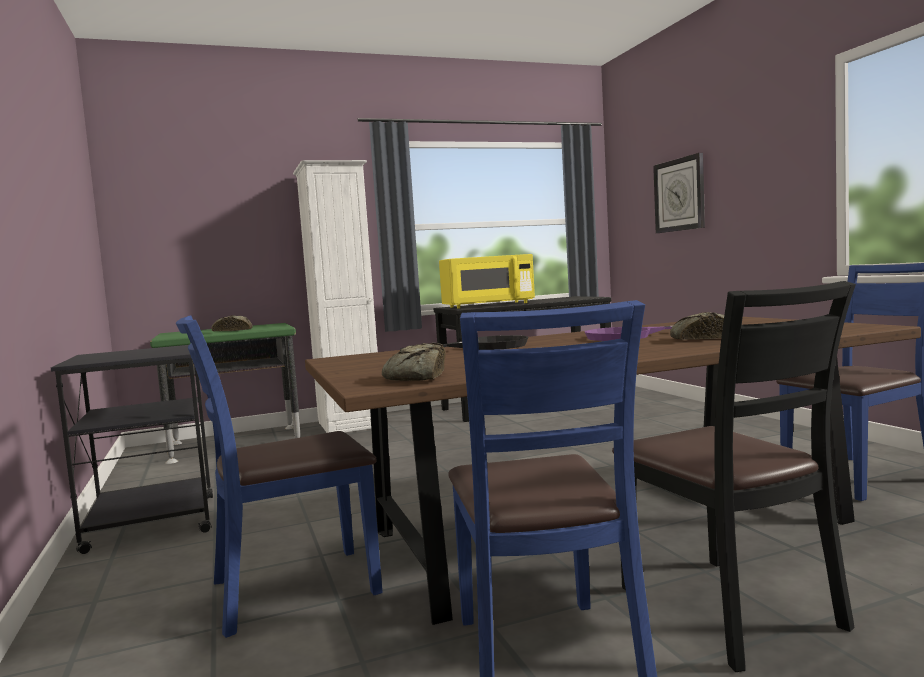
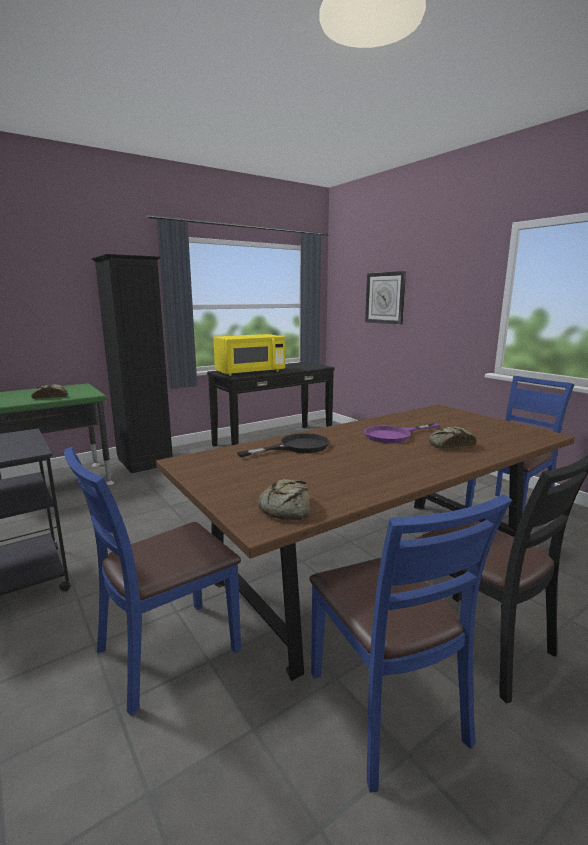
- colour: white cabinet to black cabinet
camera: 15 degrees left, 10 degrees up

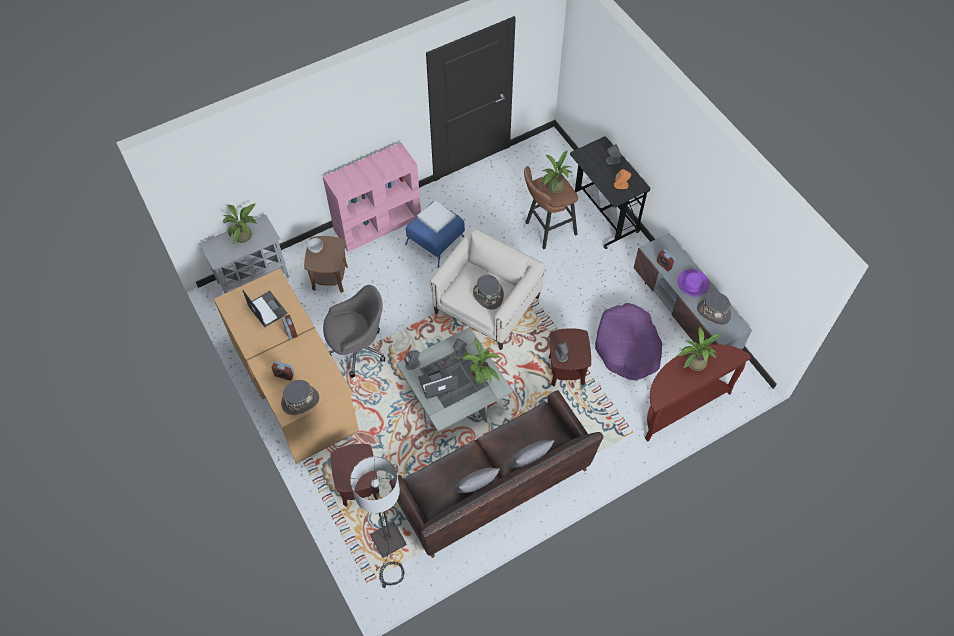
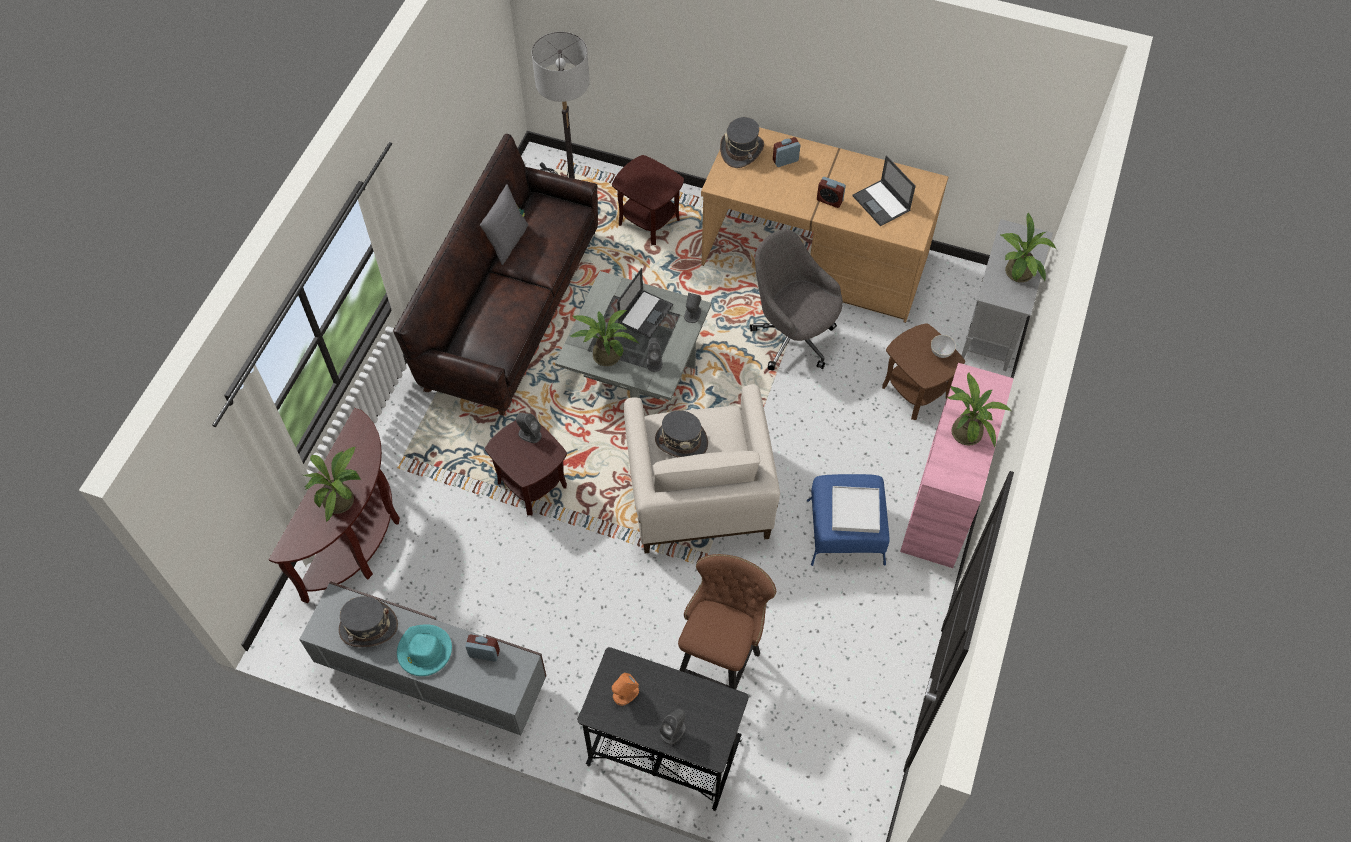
- spun: laptop (no. 1 from left in the first image) 45 degrees clockwise
- spun: grey office chair 105 degrees clockwise
- missing: grey pillow (no. 2 from left)
- relocated: potted plant (no. 3 from left)
- missing: purple dog bed
- colour: purple hat to turquoise hat
camera: 140 degrees right, 0 degrees up

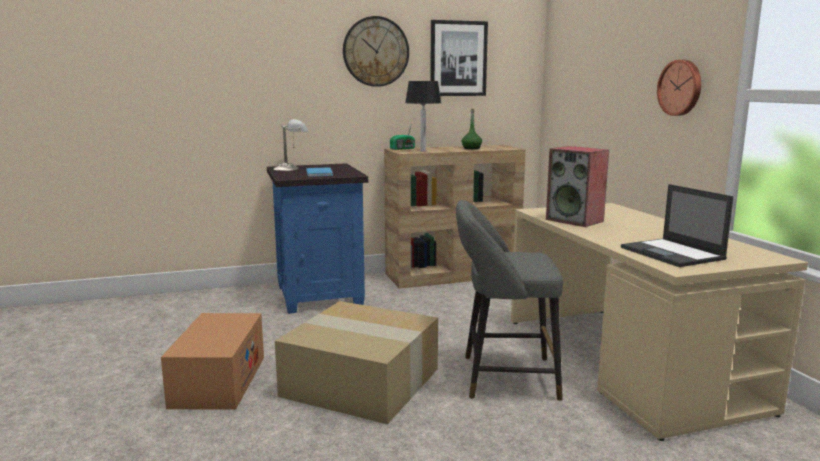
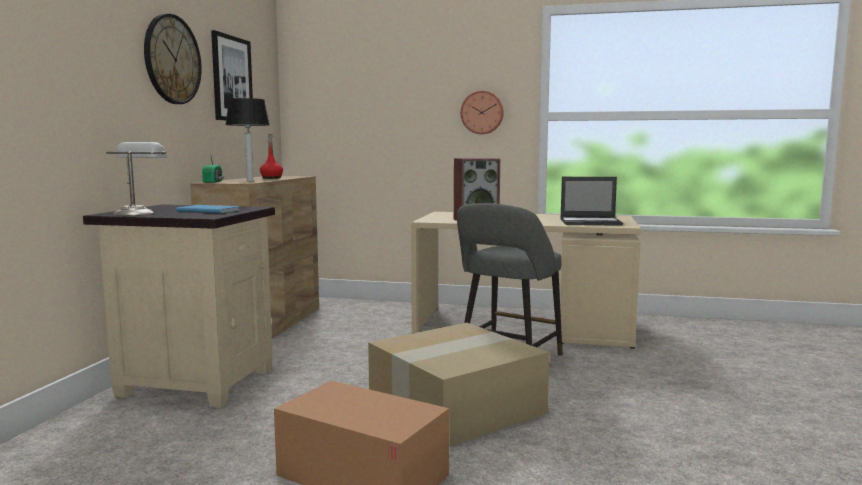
- colour: blue cabinet to beige cabinet
- colour: green bottle to red bottle
camera: 60 degrees left, 5 degrees down

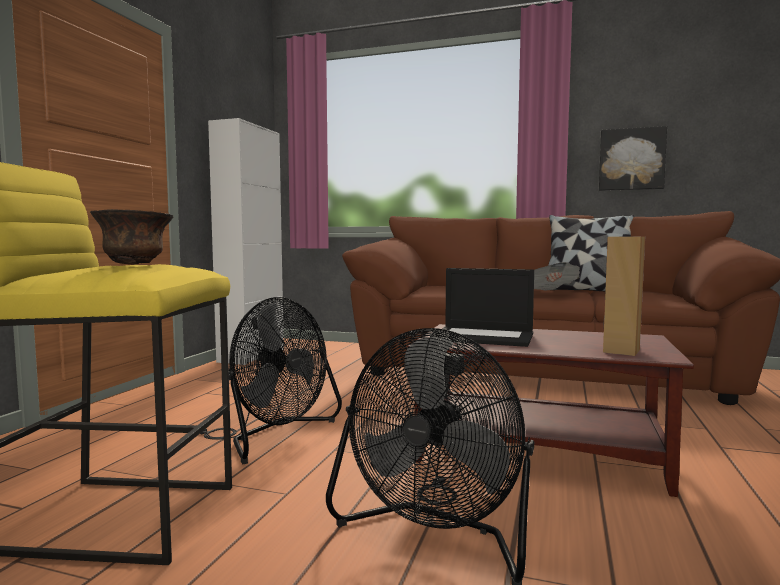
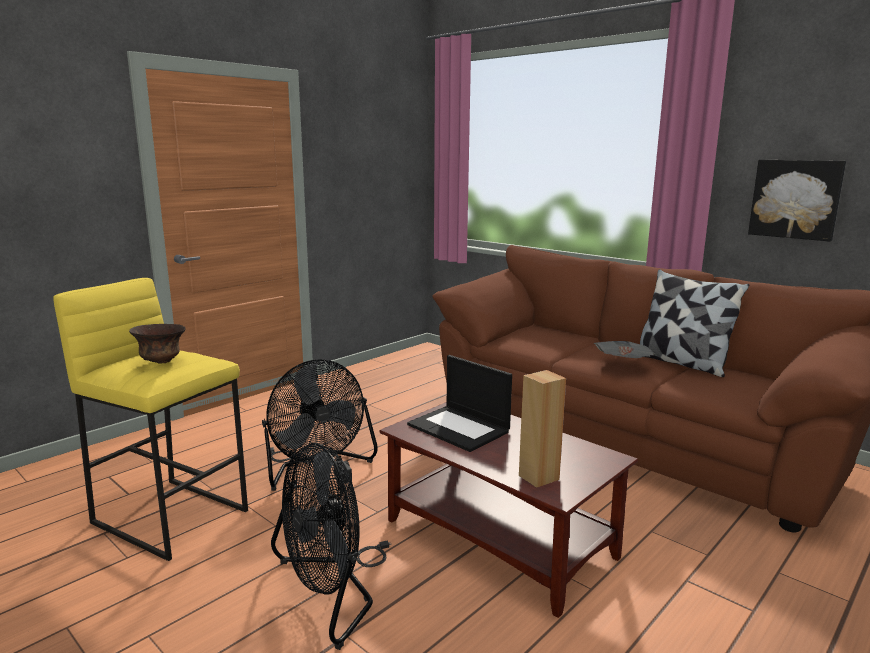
- missing: white cabinet
camera: 25 degrees right, 10 degrees up

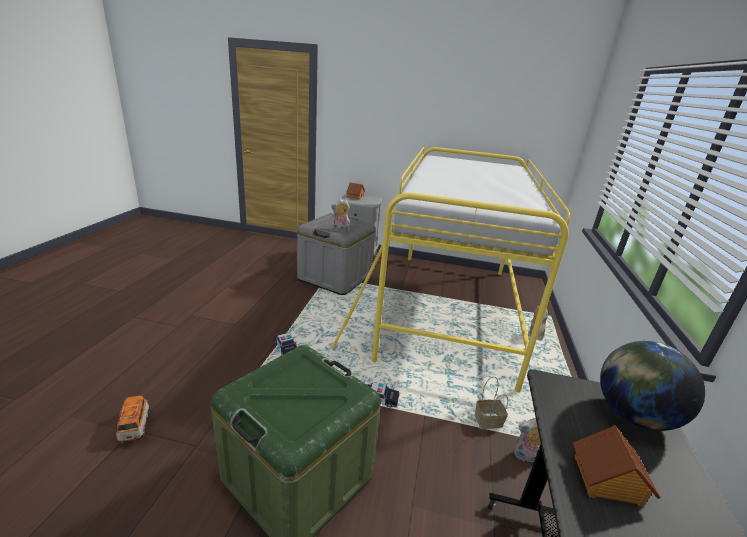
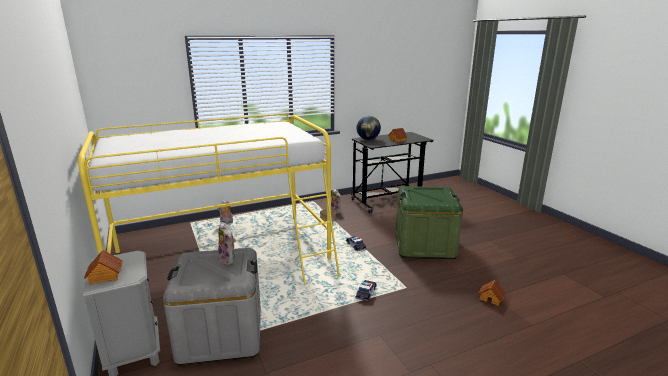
- exchanged: toy car (no. 1 from left) to toy house (no. 3 from left)
camera: 125 degrees left, 5 degrees down

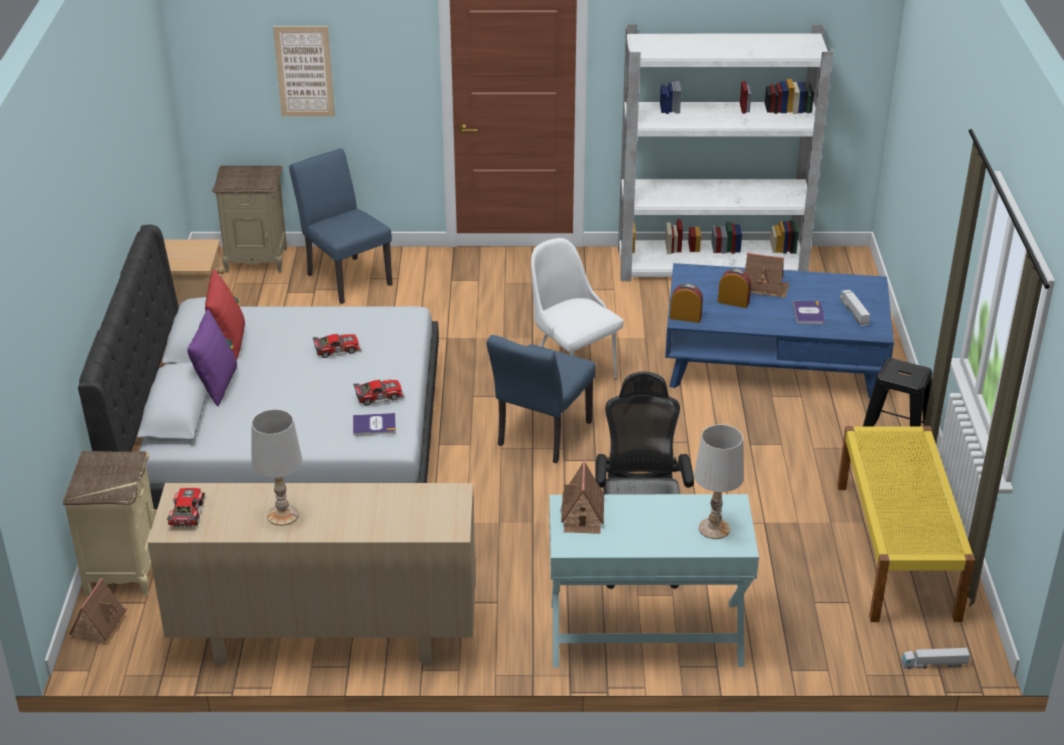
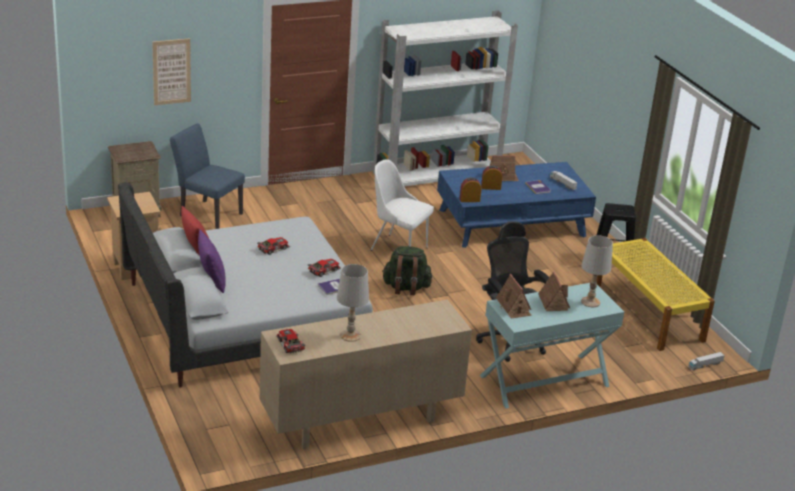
- missing: beige nightstand (no. 1 from left)
- relocated: toy house (no. 1 from left in the first image) to toy house (no. 3 from left)
- exchanged: blue chair (no. 2 from left) to green backpack
camera: 25 degrees left, 5 degrees down

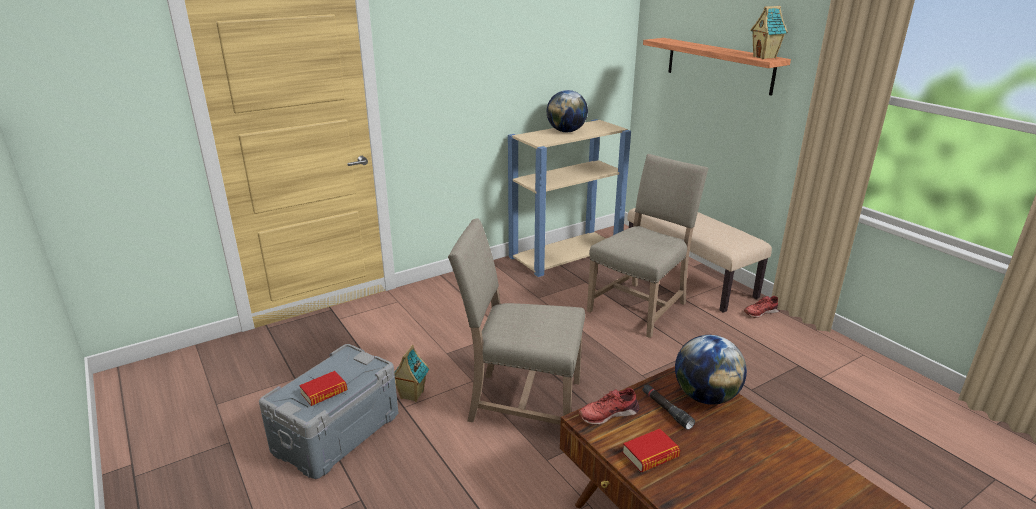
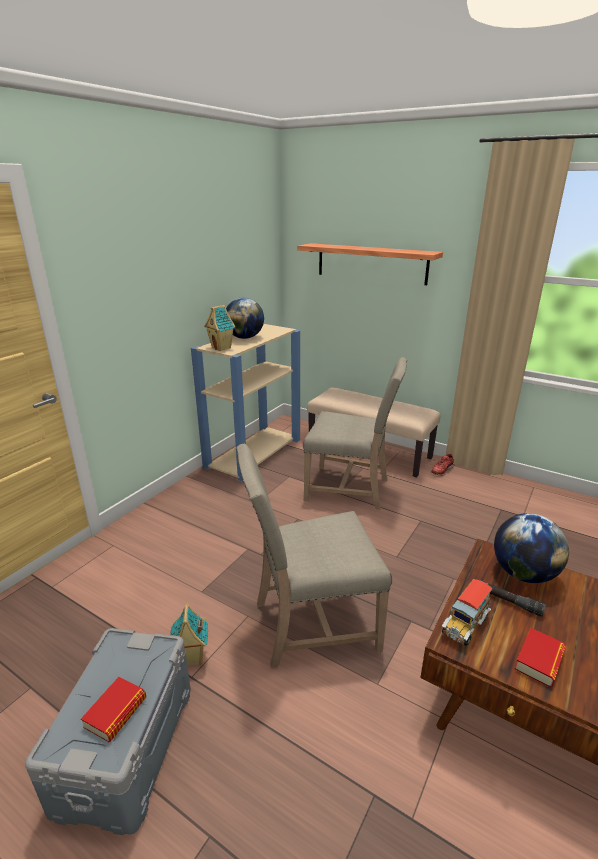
- exchanged: red shoe (no. 1 from left) to toy truck
- spun: beige chair (no. 2 from left) 90 degrees clockwise
- relocated: toy house (no. 2 from left)
camera: 25 degrees left, 0 degrees up

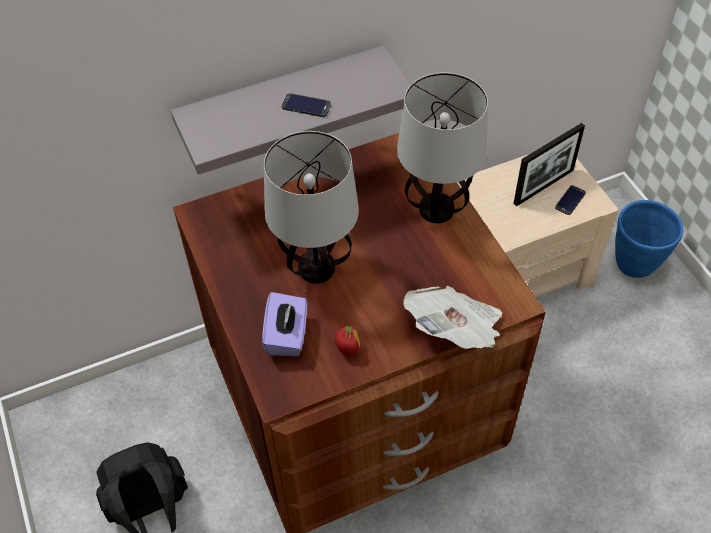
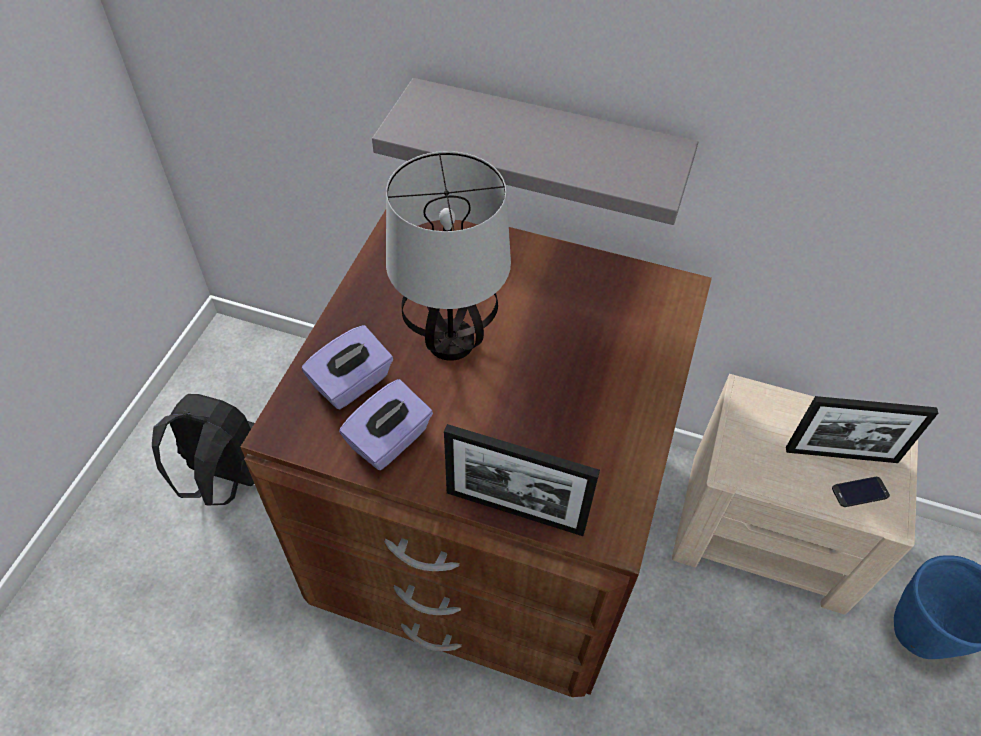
- missing: phone (no. 1 from left)
- exchanged: apple to purple tissue box (no. 2 from left)
- missing: table lamp (no. 2 from left)
- exchanged: newspaper to picture frame (no. 1 from left)
camera: 40 degrees right, 0 degrees up

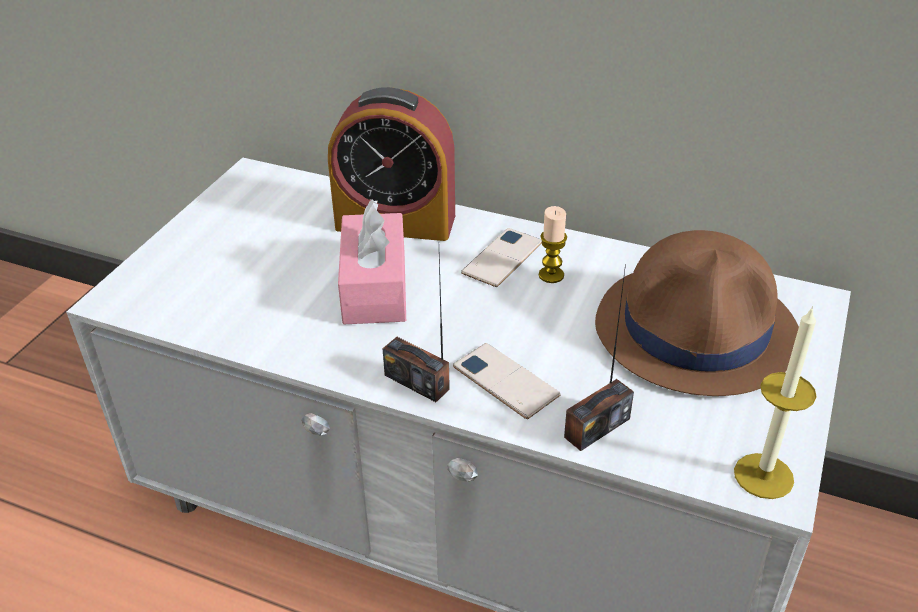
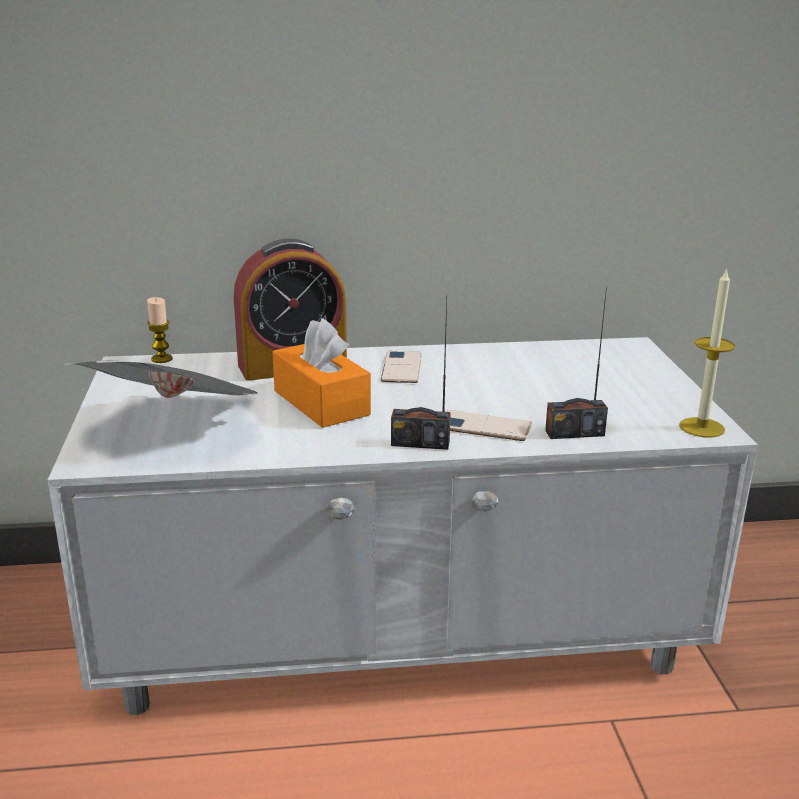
- colour: pink tissue box to orange tissue box
- relocated: candle (no. 1 from left)
- spun: radio (no. 2 from left) 60 degrees clockwise
- missing: brown hat
- appeared: newspaper
camera: 30 degrees left, 15 degrees down

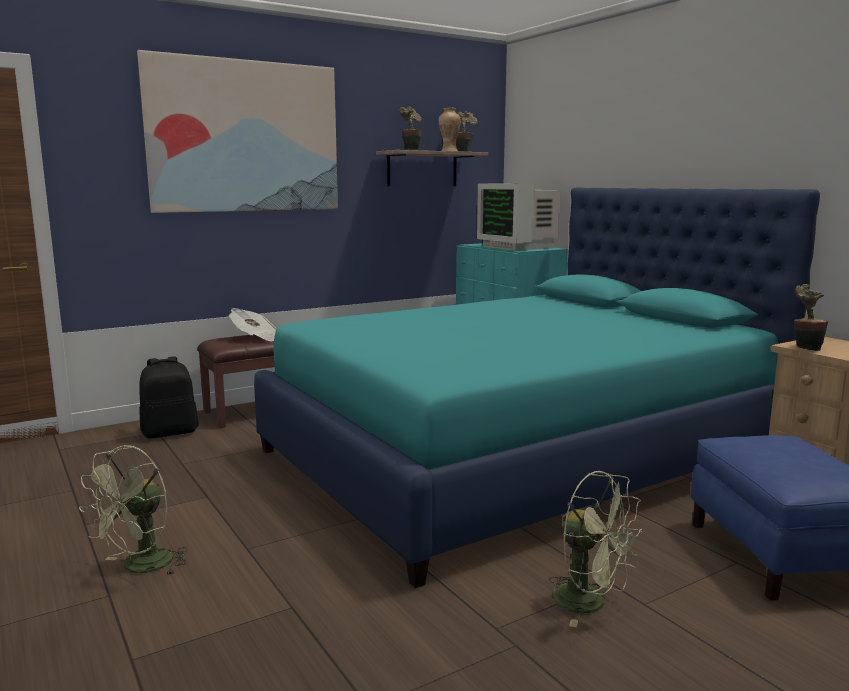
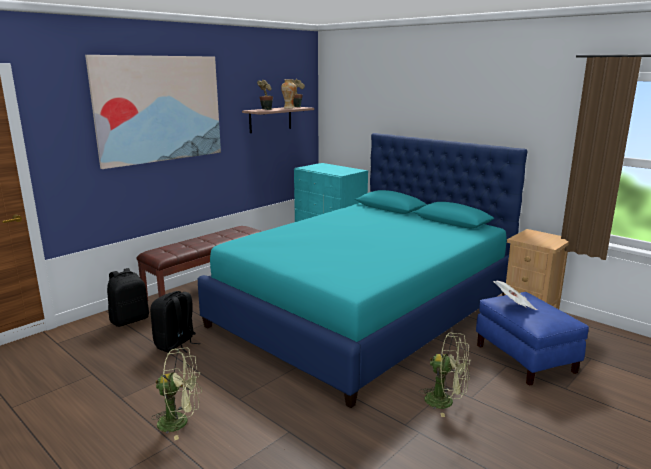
- spun: green fan (no. 1 from left) 105 degrees counterclockwise
- relocated: newspaper
- missing: monitor
- missing: potted plant (no. 3 from left)
- appeared: black backpack (no. 2 from left)
camera: 15 degrees left, 5 degrees up

